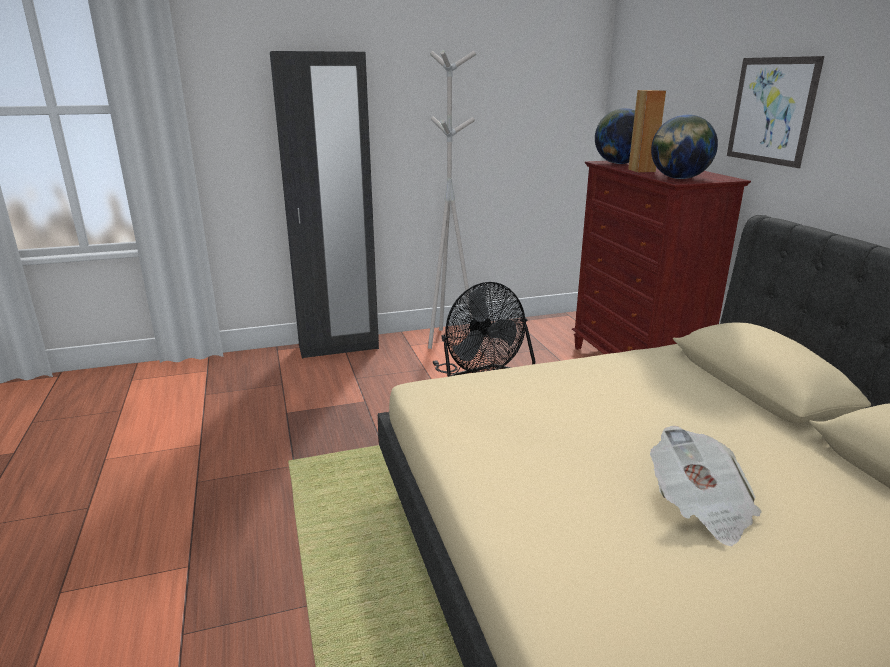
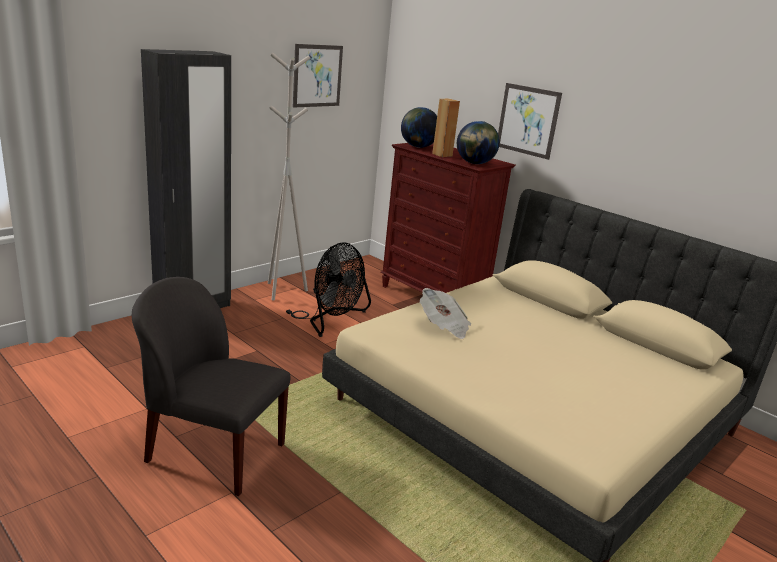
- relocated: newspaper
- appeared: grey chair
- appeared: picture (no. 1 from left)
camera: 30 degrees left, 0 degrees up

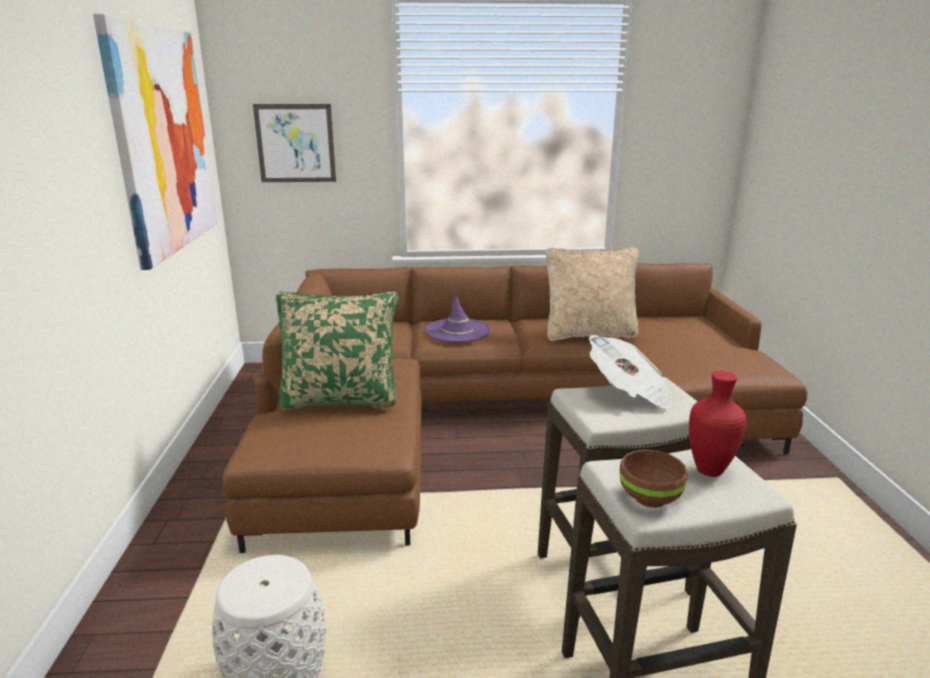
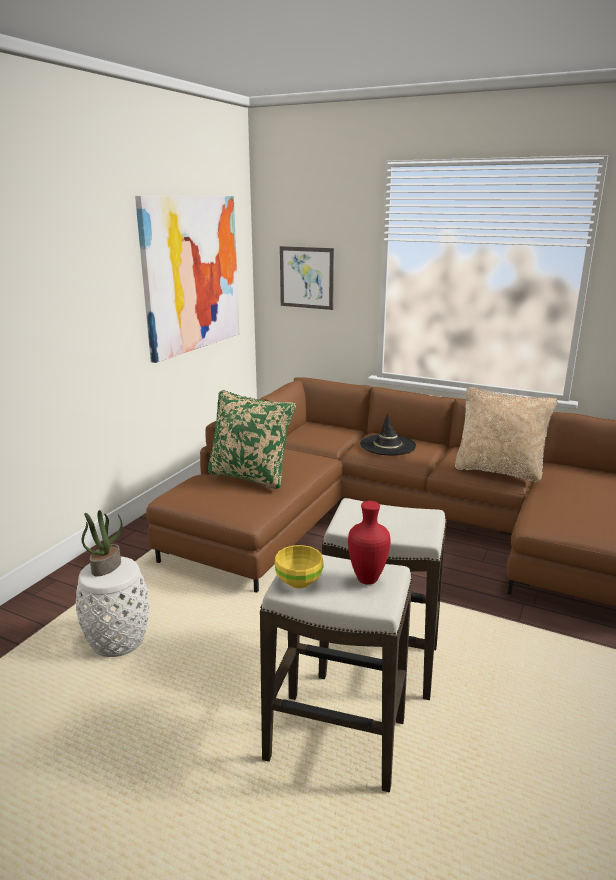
- colour: purple hat to black hat
- missing: newspaper
- colour: brown bowl to yellow bowl
- appeared: potted plant
camera: 30 degrees right, 0 degrees up

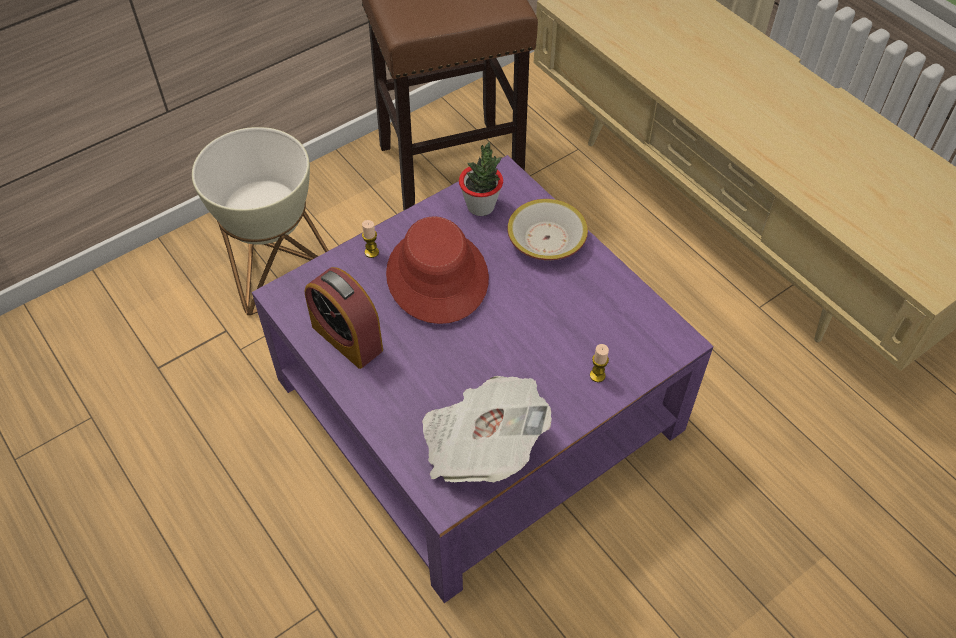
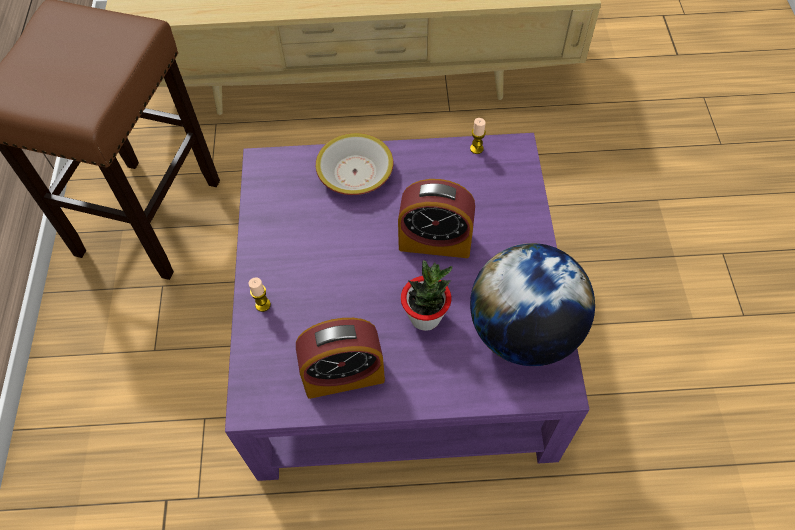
- missing: planter
- missing: red hat
- exchanged: newspaper to globe
- relocated: potted plant
- relocated: candle (no. 2 from left)
- appeared: alarm clock (no. 2 from left)
camera: 55 degrees left, 5 degrees up

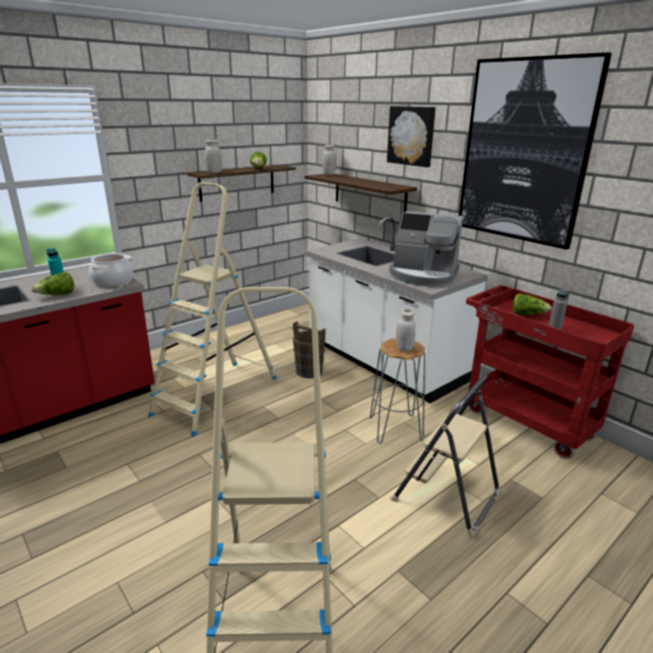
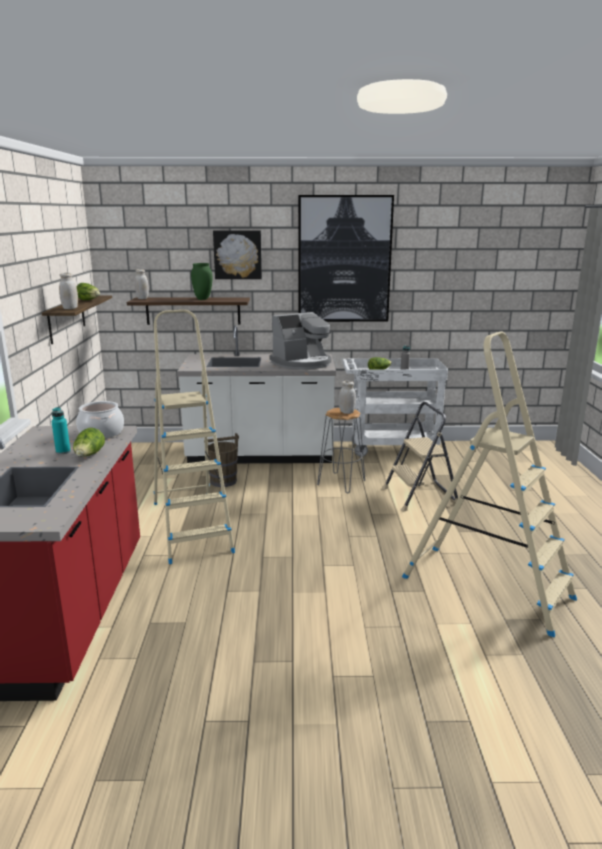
- colour: red cart to white cart
- appeared: green vase
camera: 50 degrees left, 5 degrees down

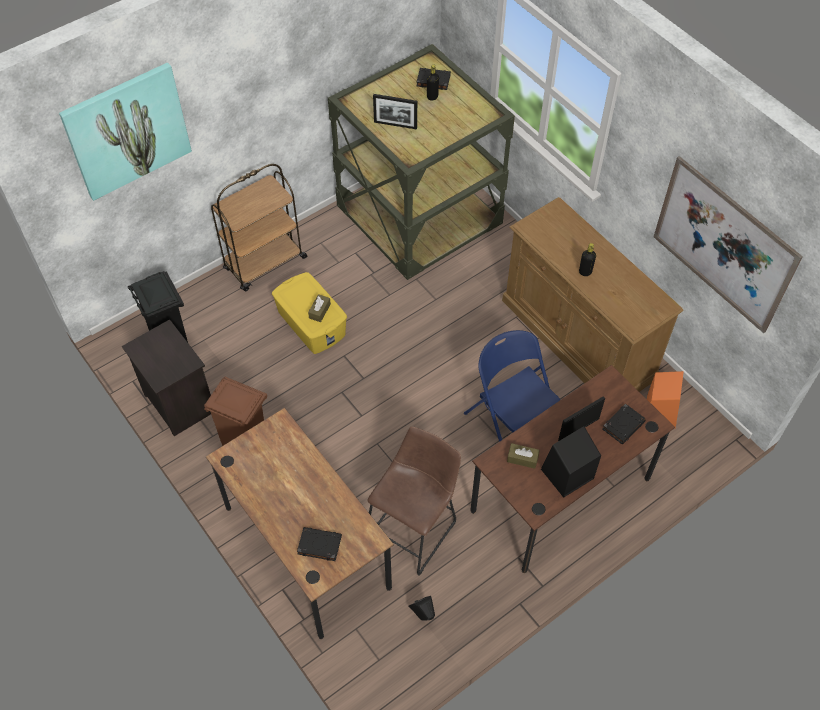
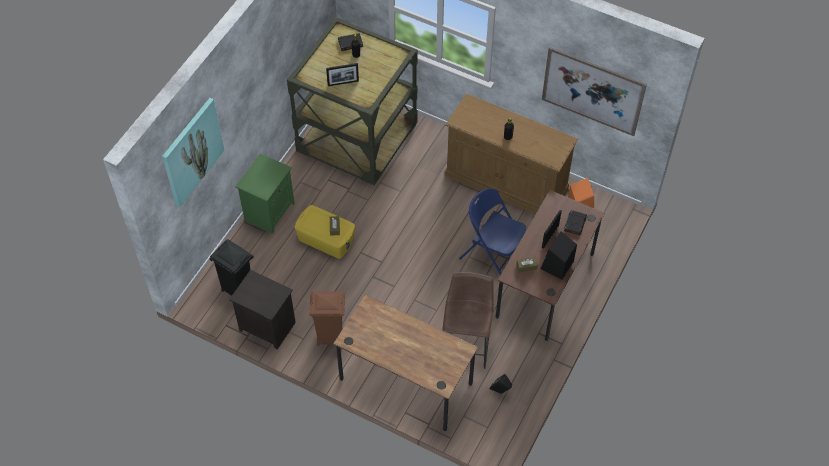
- exchanged: brown cart to green nightstand
- missing: black book (no. 1 from left)
camera: 25 degrees left, 0 degrees up

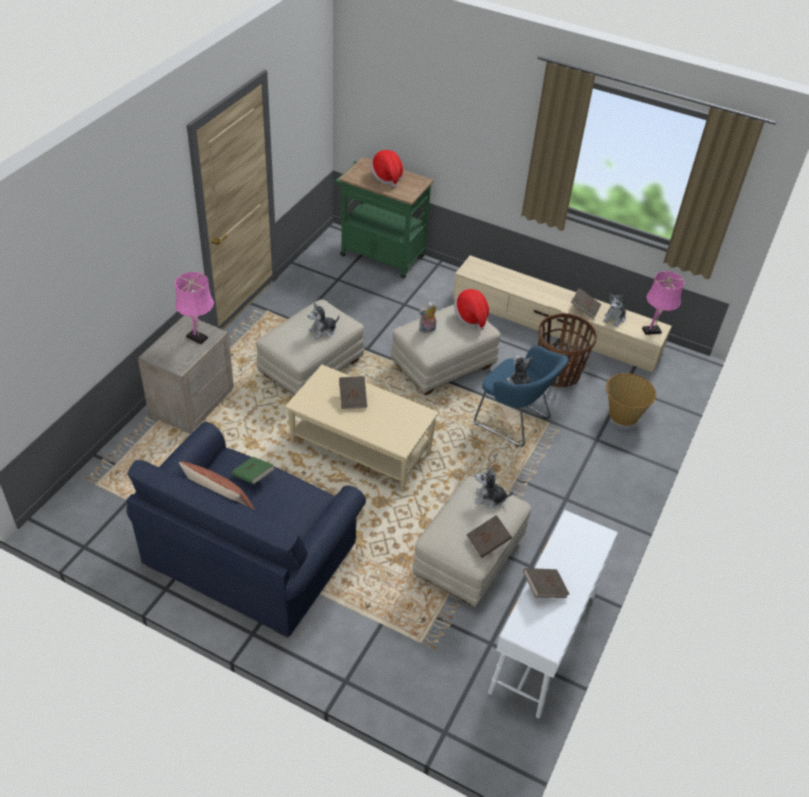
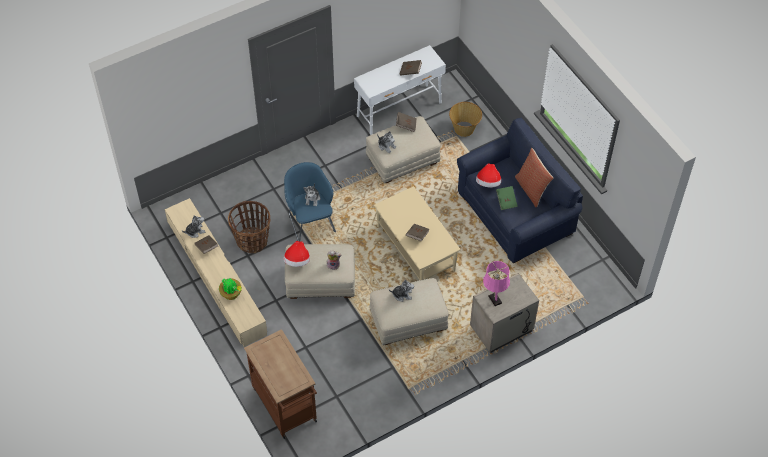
- colour: green cart to brown cart
- relocated: hat (no. 1 from left in the first image) to hat (no. 2 from left)
- relocated: basket (no. 2 from left)
- missing: pink table lamp (no. 2 from left)
- appeared: potted plant
camera: 145 degrees left, 10 degrees up

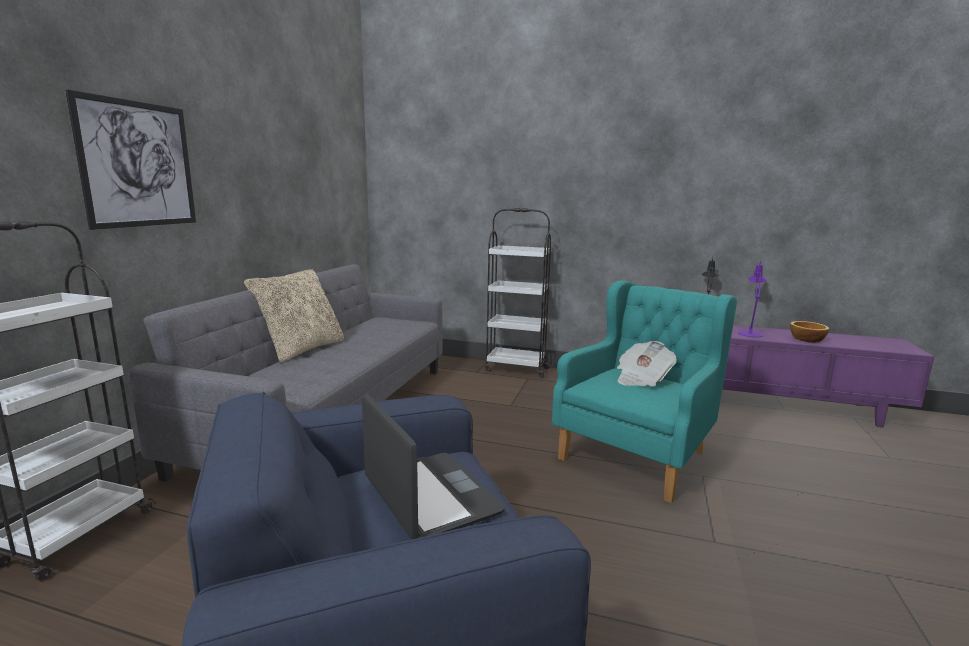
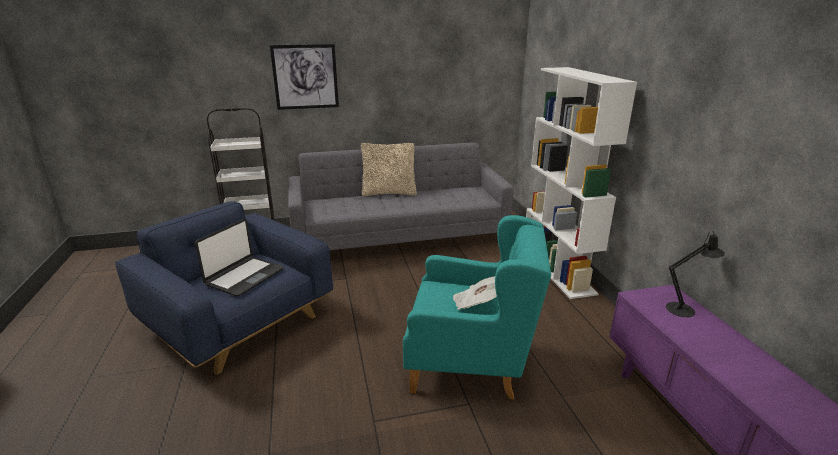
- exchanged: white cart (no. 2 from left) to white bookcase
- missing: purple table lamp
- missing: bowl
camera: 60 degrees right, 10 degrees up

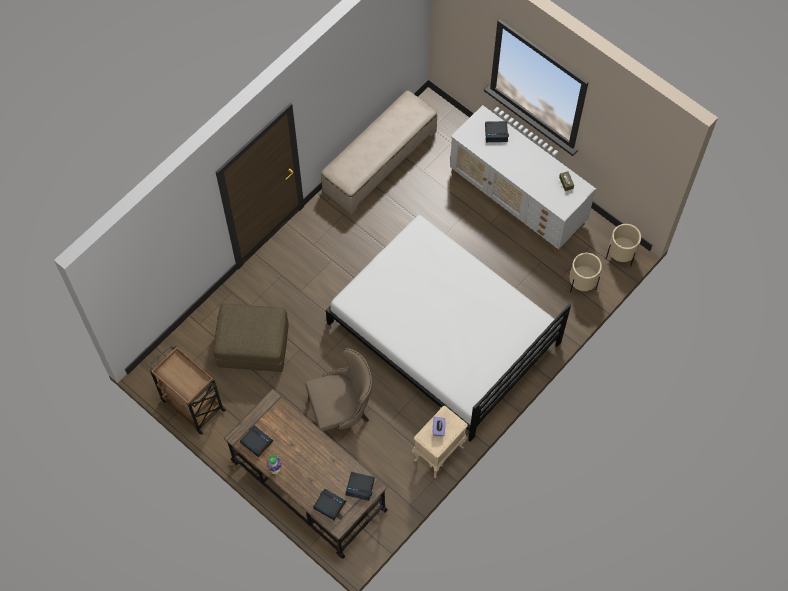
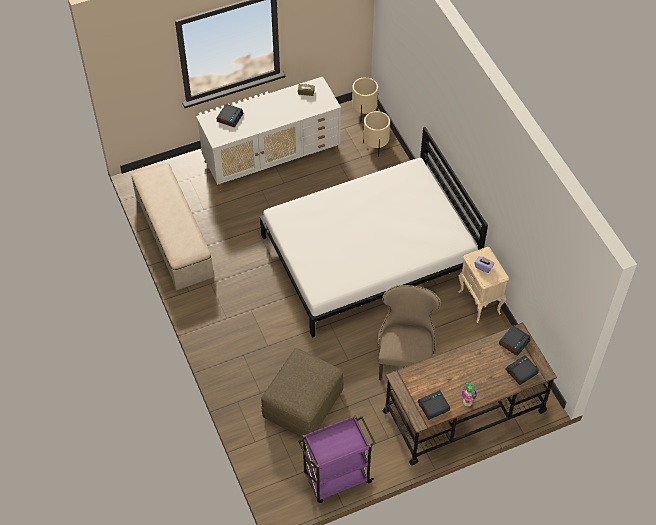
- colour: brown cart to purple cart
camera: 65 degrees left, 10 degrees down

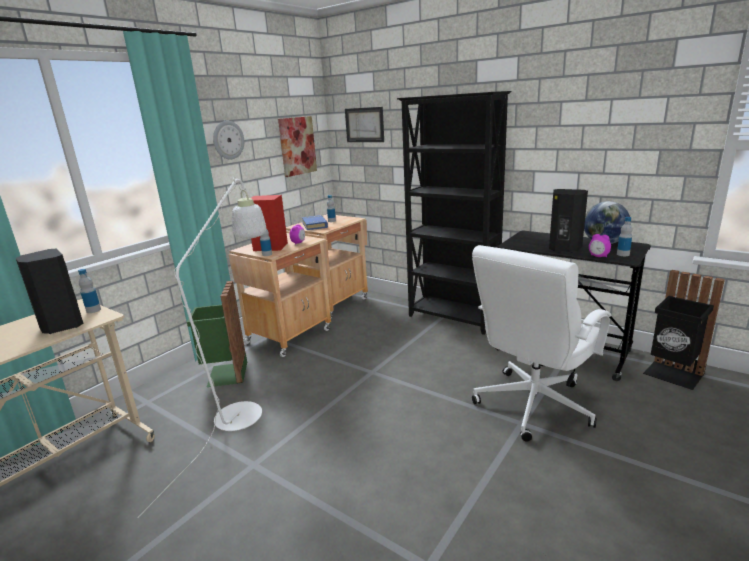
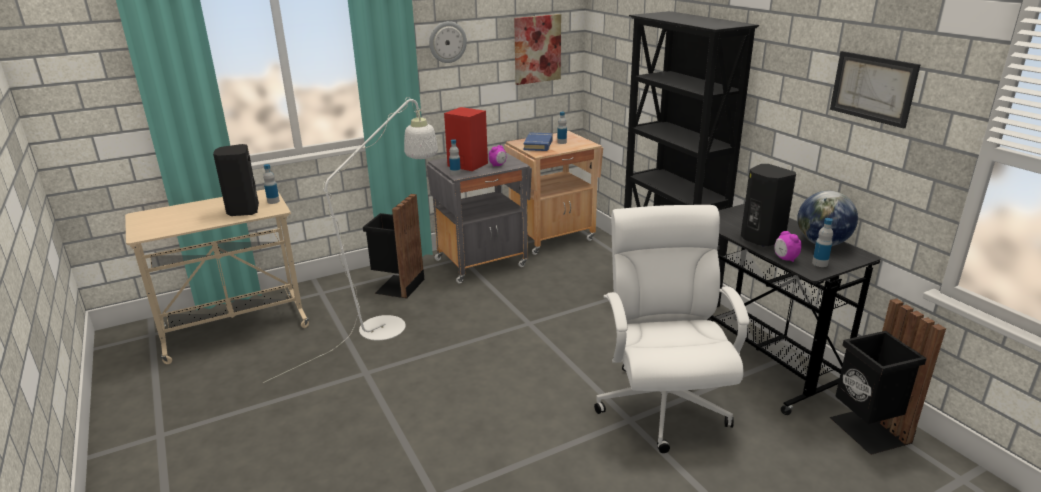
- colour: green trash can to black trash can (no. 1 from left)
- colour: brown cart (no. 1 from left) to grey cart
- relocated: picture (no. 2 from left)
- spun: white office chair 105 degrees clockwise
camera: 25 degrees right, 5 degrees up

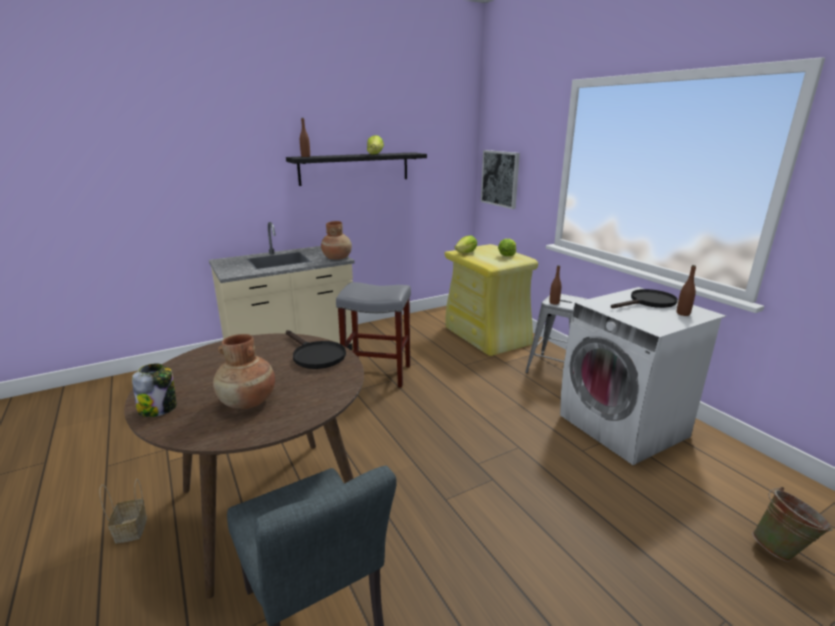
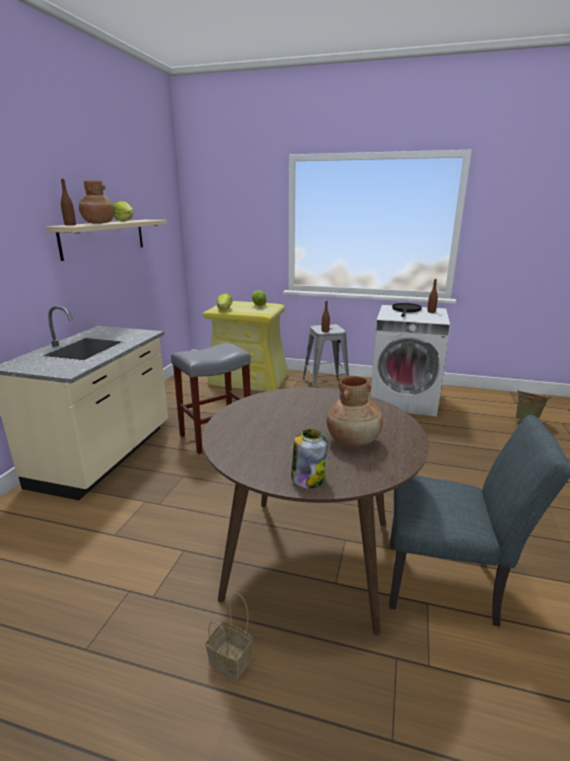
- colour: black shelf to beige shelf
- missing: black frying pan (no. 1 from left)
- relocated: brown vase (no. 2 from left in the first image) to brown vase (no. 1 from left)
- missing: picture
camera: 45 degrees left, 0 degrees up

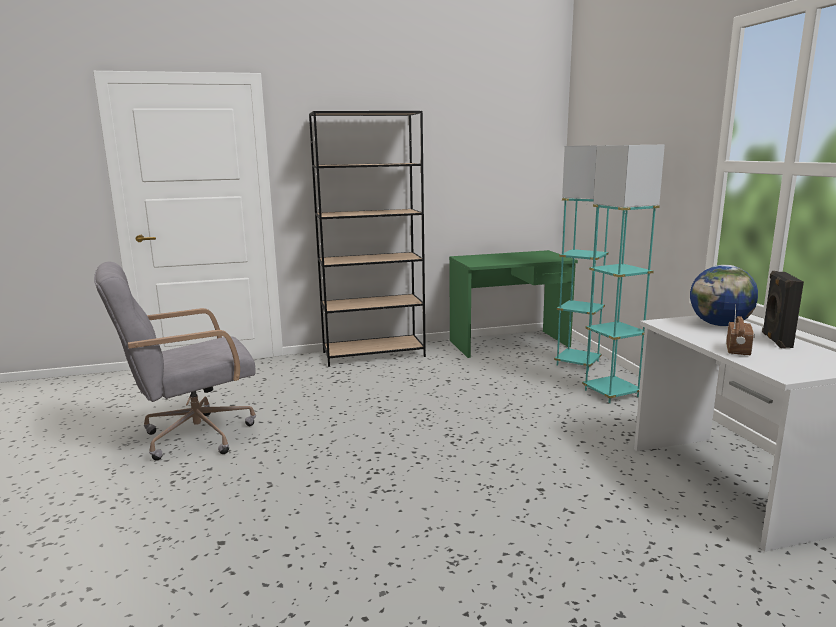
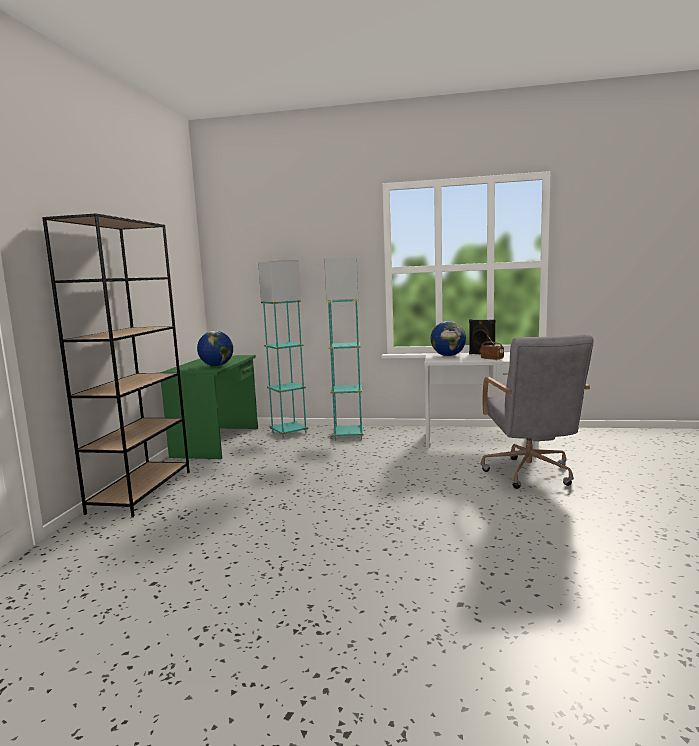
- relocated: grey office chair
- appeared: globe (no. 1 from left)
camera: 65 degrees left, 5 degrees down

